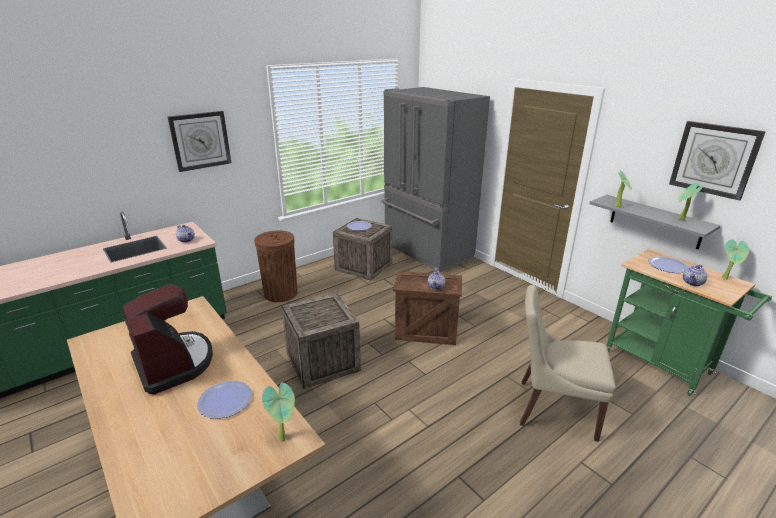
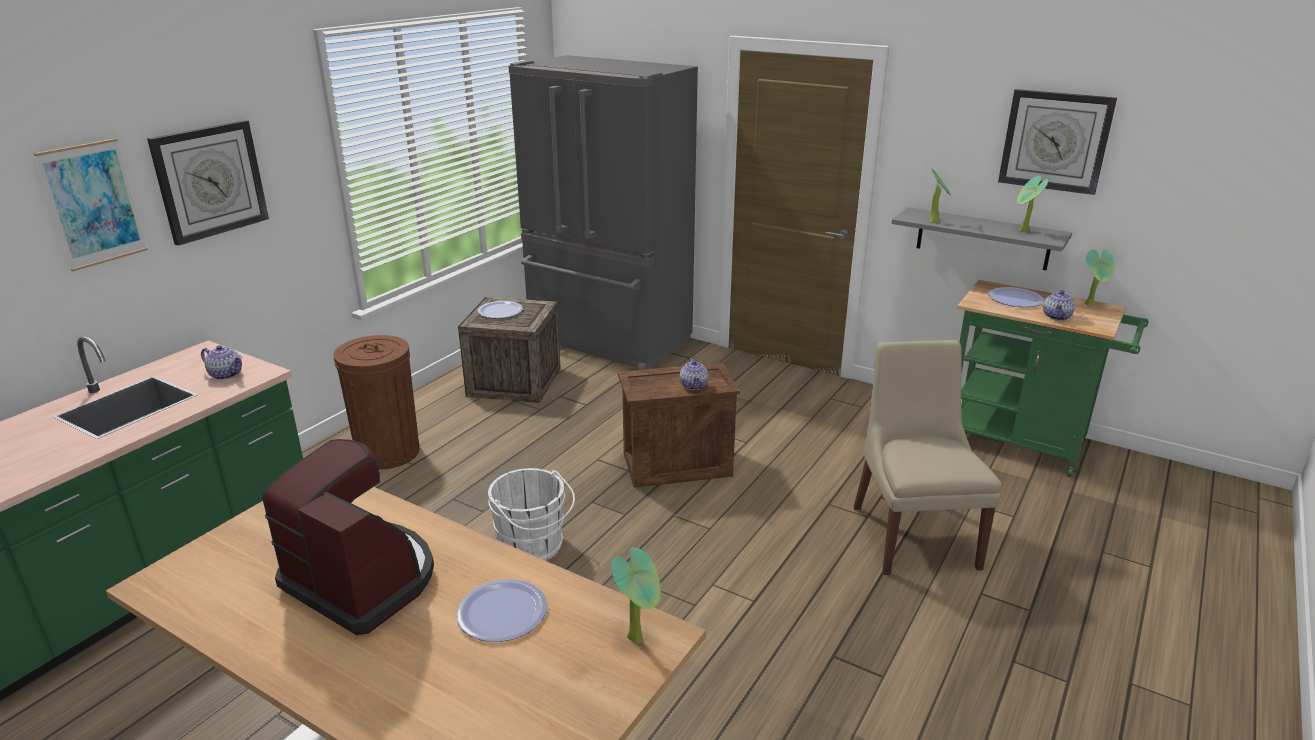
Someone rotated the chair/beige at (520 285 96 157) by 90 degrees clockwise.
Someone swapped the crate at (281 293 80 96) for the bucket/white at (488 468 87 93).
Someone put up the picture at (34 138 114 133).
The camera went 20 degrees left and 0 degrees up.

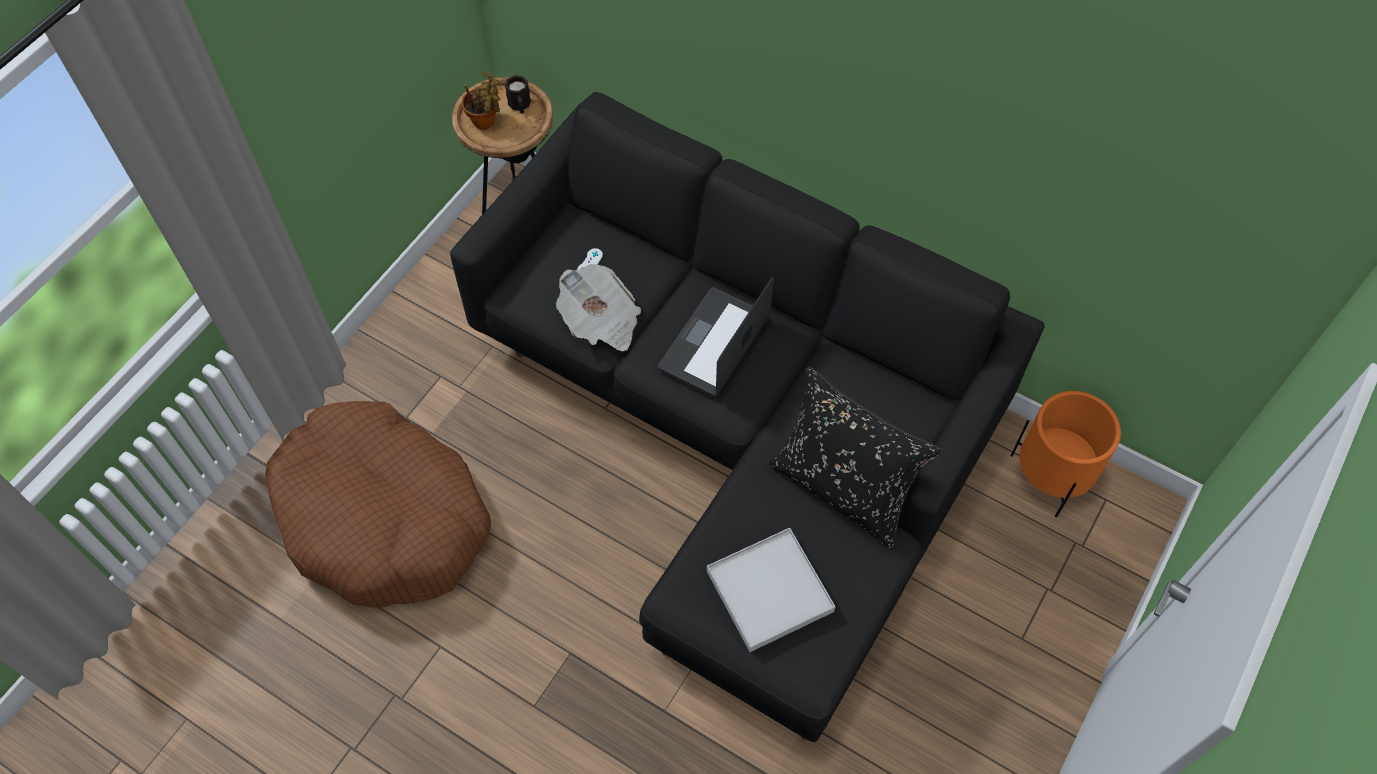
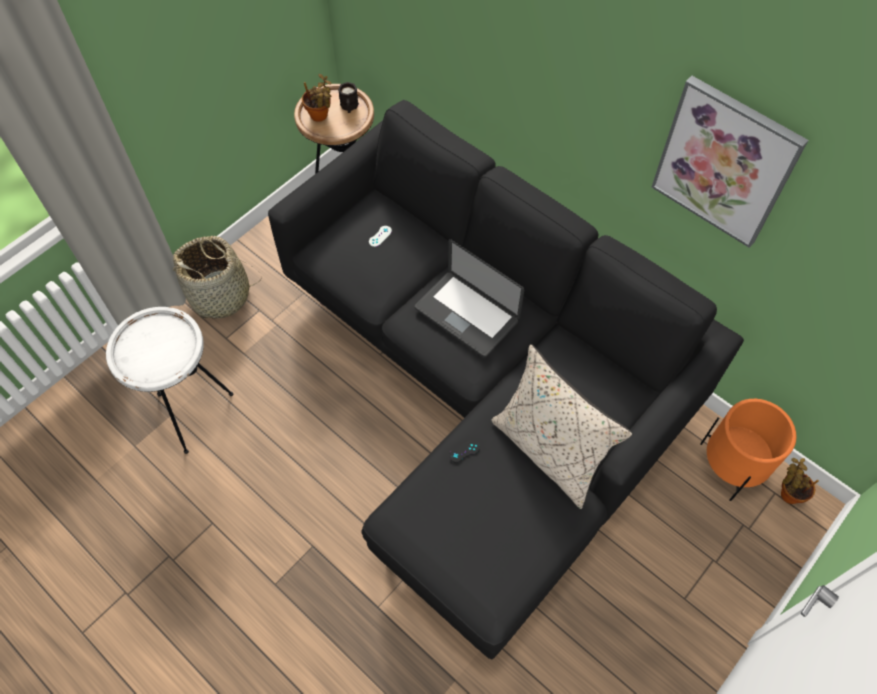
Someone took away the newspaper at (556 264 85 87).
Someone rotated the laptop at (658 276 116 121) by 90 degrees counterclockwise.
Someone repainted the pillow/black at (769 366 172 183), which became the pillow/beige at (491 344 141 165).
Someone swapped the dog bed/brown at (265 401 226 207) for the side table/white at (106 307 127 147).
Someone took away the tray/white at (707 528 129 124).
Someone put up the picture at (652 76 156 172).
Someone put down the basket at (172 236 90 83).
Someone put down the game controller/black at (449 441 31 22).
Someone put down the potted plant at (781 458 38 46).
The camera went 10 degrees right and 0 degrees up.

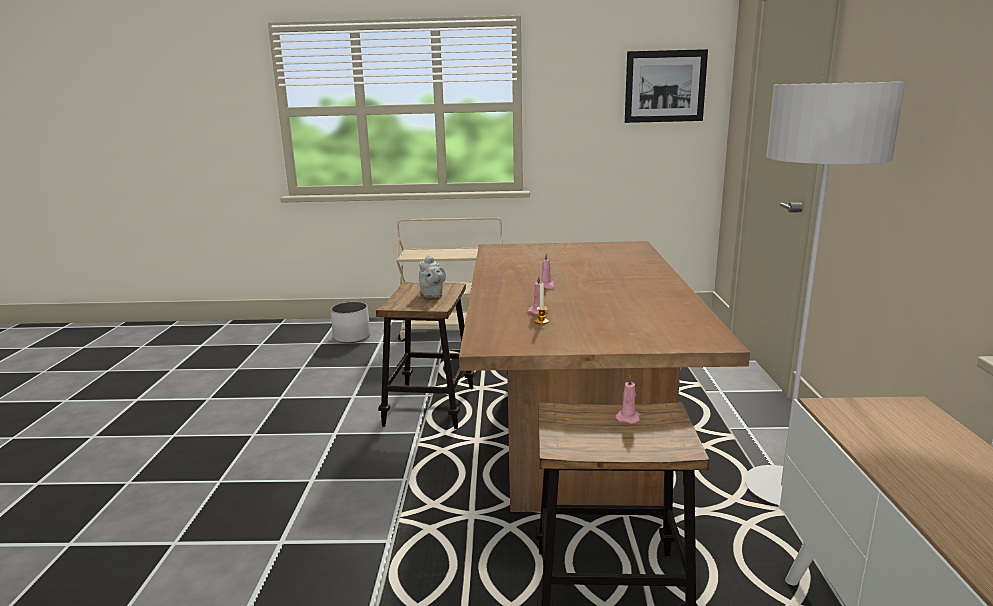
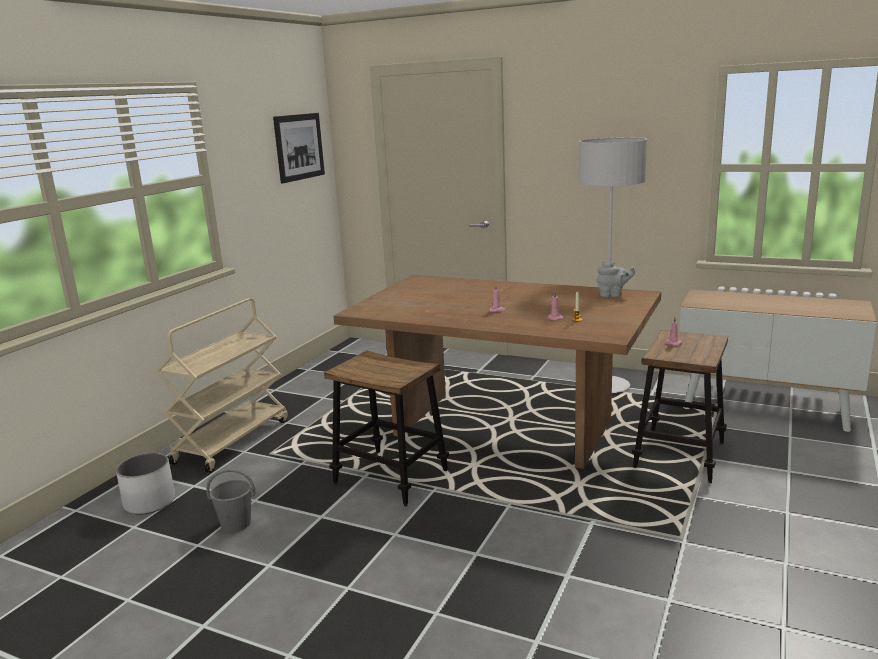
Someone carried the teapot/grey from (419 255 27 43) to (596 261 39 36).
Someone put down the bucket/grey at (206 469 50 63).
The camera went 65 degrees left and 0 degrees up.

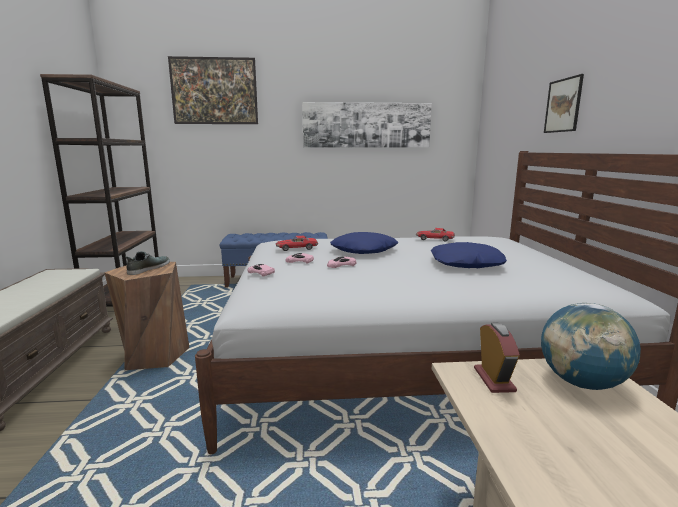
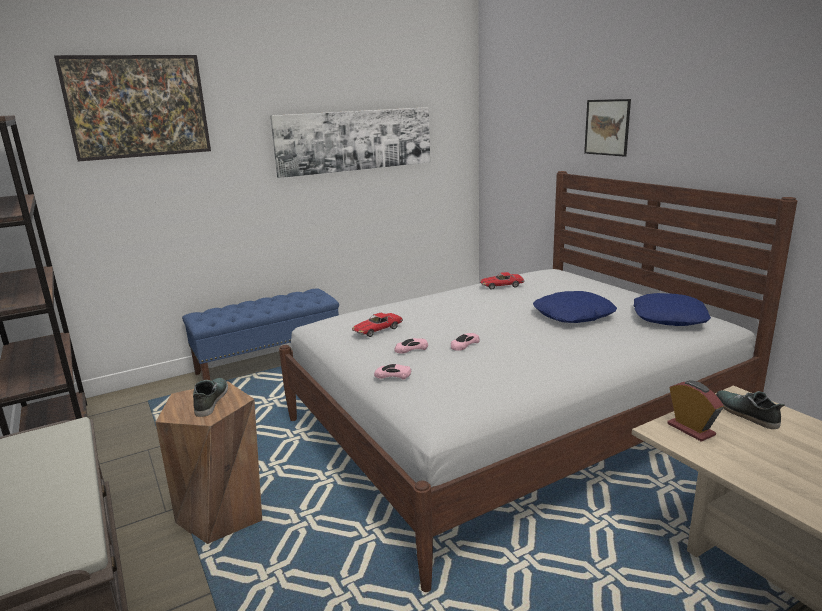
Someone carried the pillow/blue from (330 232 68 22) to (634 293 77 33).
Someone swapped the globe at (541 303 100 87) for the shoe at (716 390 69 39).
The camera went 25 degrees left and 5 degrees up.

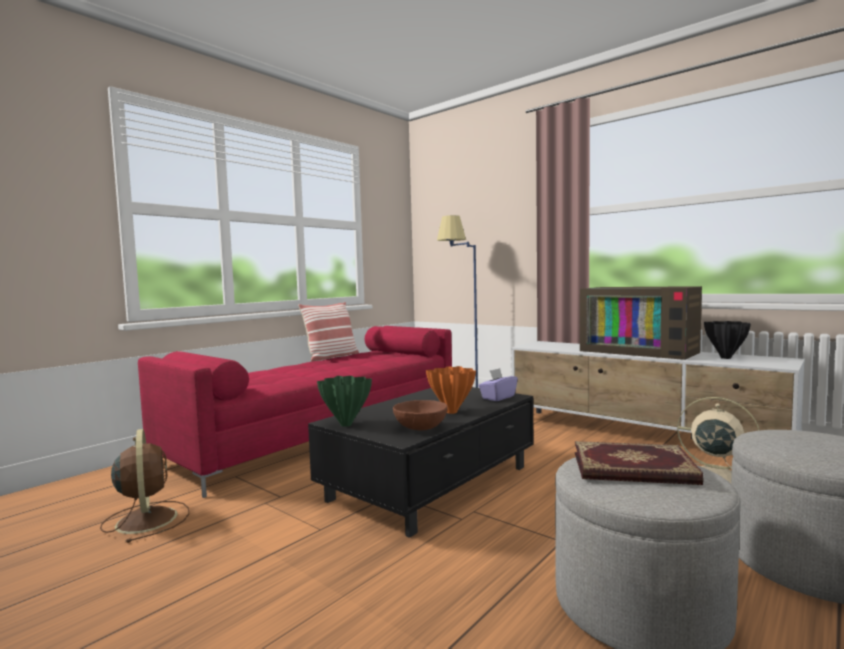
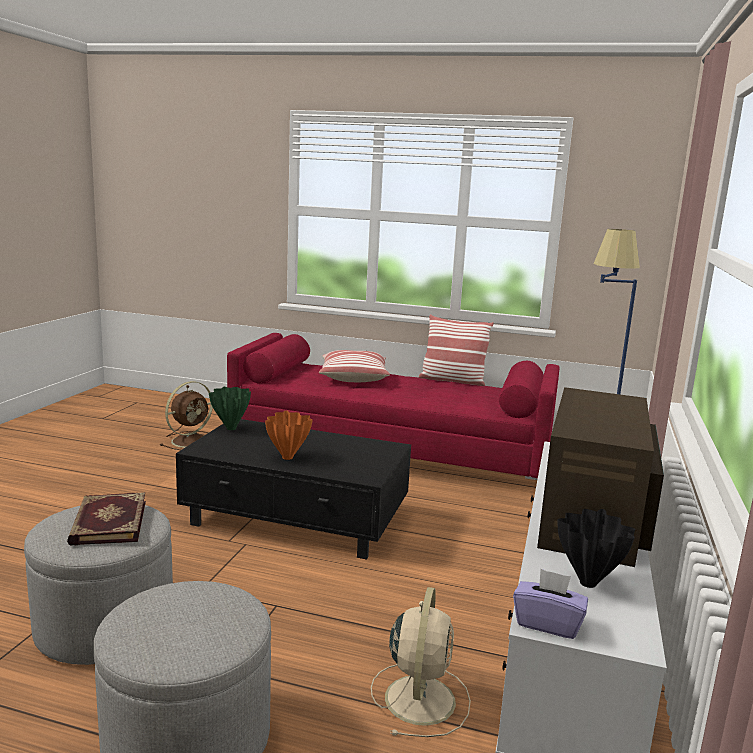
Someone carried the tissue box/purple from (478 368 40 33) to (513 569 75 70).
Someone took away the bowl/brown at (393 400 55 30).
Someone put down the pillow at (319 350 71 32).
The camera went 65 degrees right and 10 degrees up.

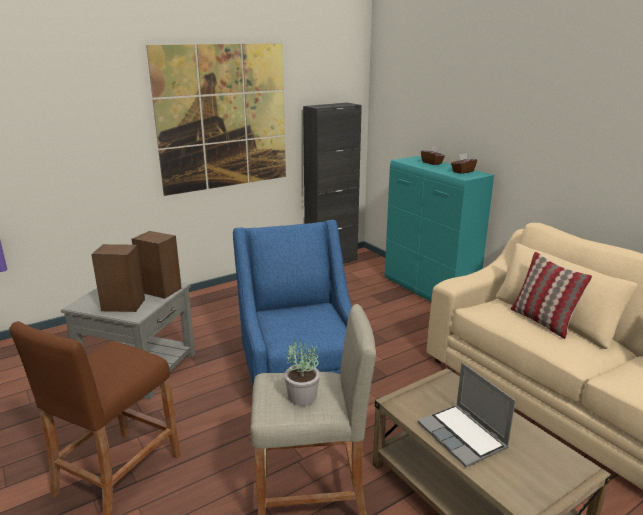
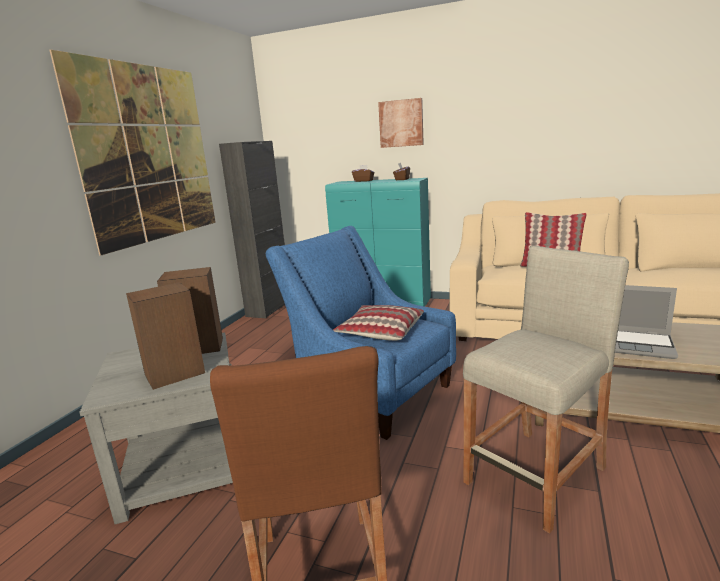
Someone took away the potted plant at (284 339 36 66).
Someone put up the picture at (378 98 46 50).
Someone put down the pillow at (333 305 91 36).
The camera went 35 degrees left and 5 degrees down.

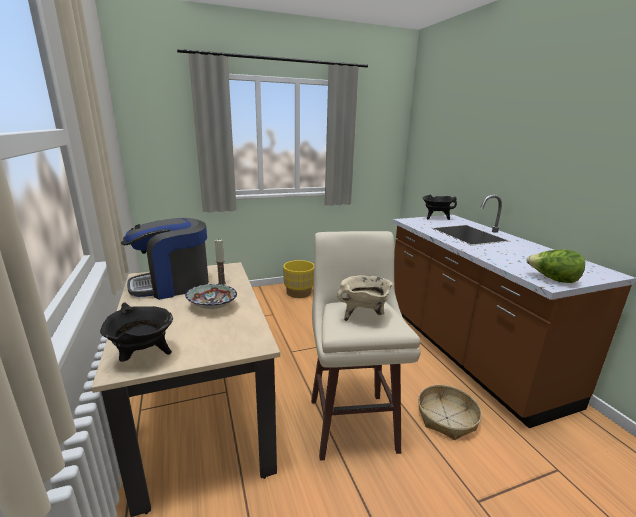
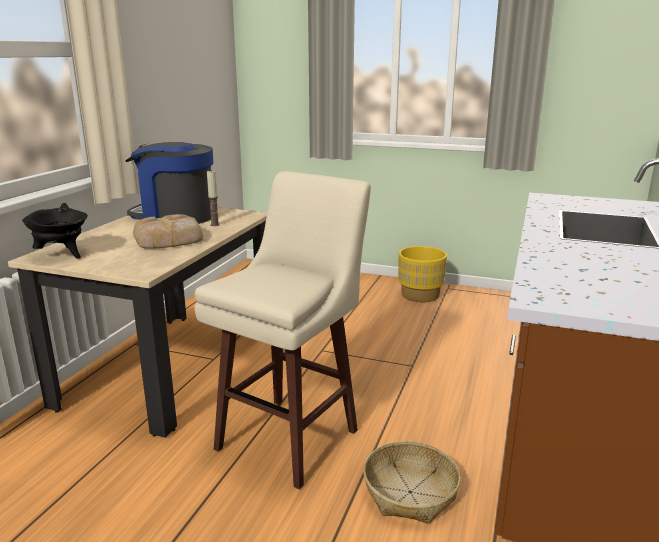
Someone took away the cooking pot/black at (423 195 34 25).
Someone took away the lettuce at (526 249 59 34).
Someone took away the cooking pot/beige at (337 275 56 46).
Someone swapped the bowl at (185 284 52 25) for the bread at (133 214 70 35).
The camera went 40 degrees right and 0 degrees up.

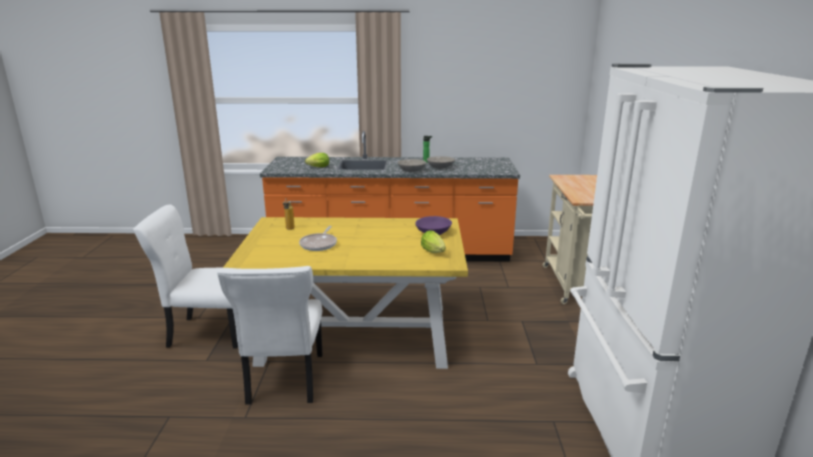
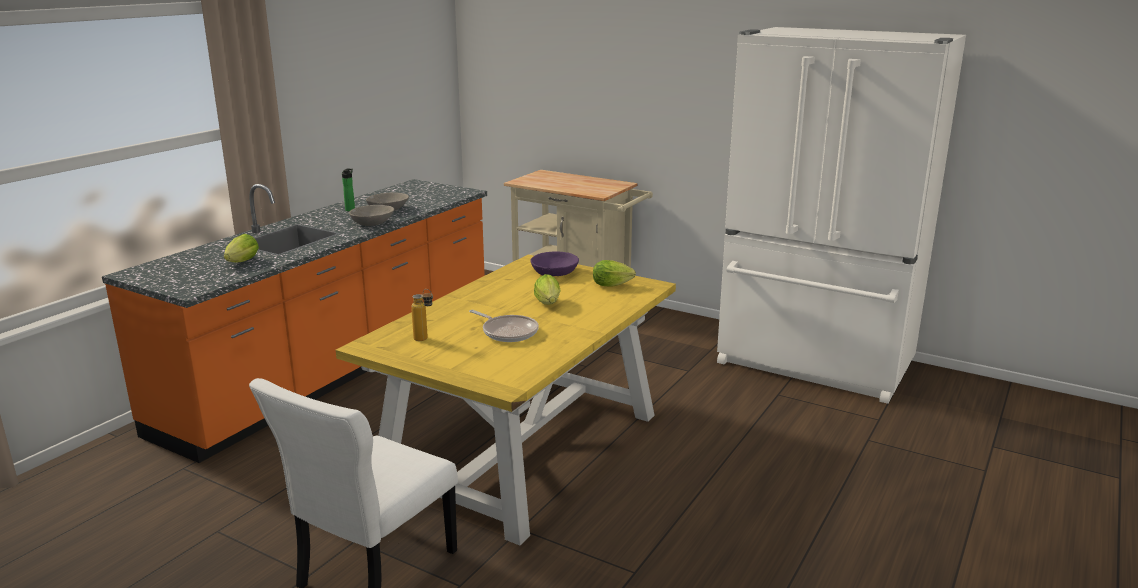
Someone took away the chair/white at (217 266 106 139).
Someone put down the lettuce at (534 274 27 31).
The camera went 60 degrees left and 0 degrees up.

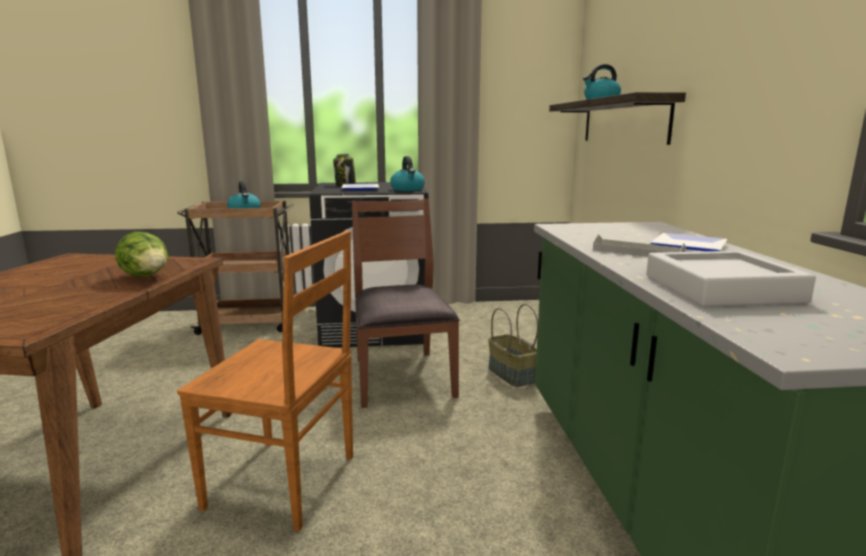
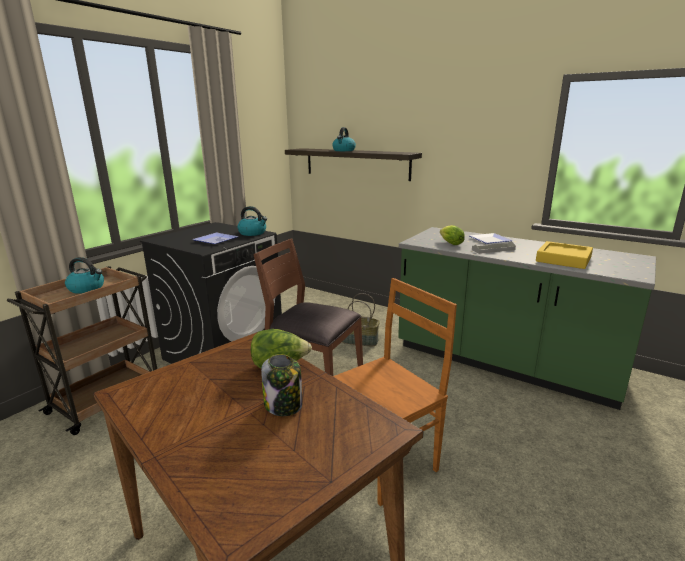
Someone carried the jar from (333 154 23 32) to (261 354 41 62).
Someone repainted the tray/grey at (646 251 170 55), which became the tray/yellow at (536 241 57 28).
Someone put down the lettuce at (440 225 25 20).
The camera went 50 degrees left and 5 degrees up.

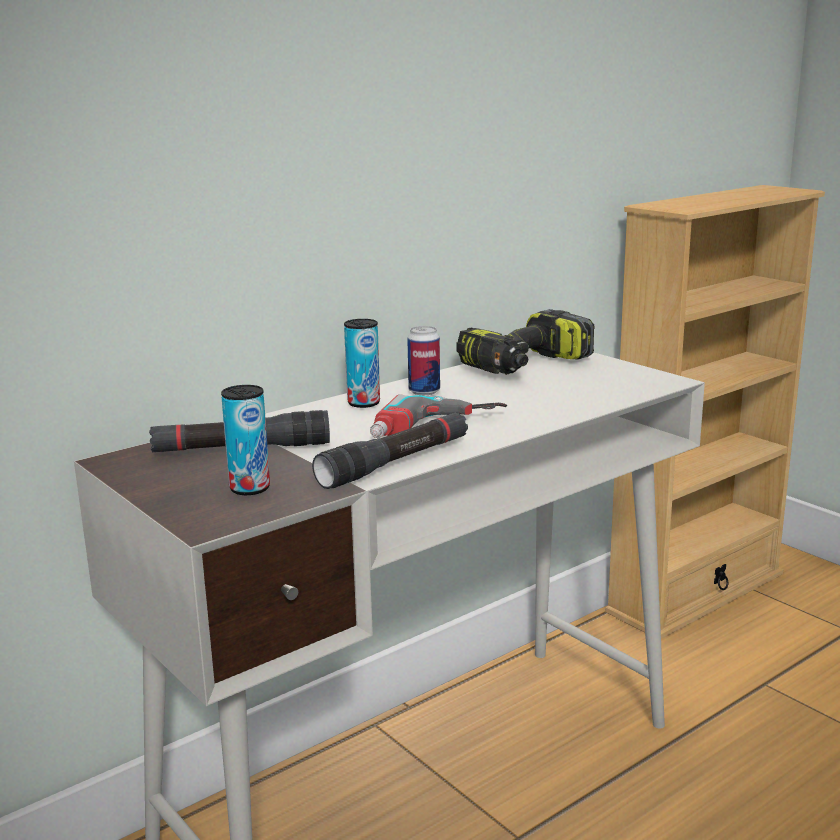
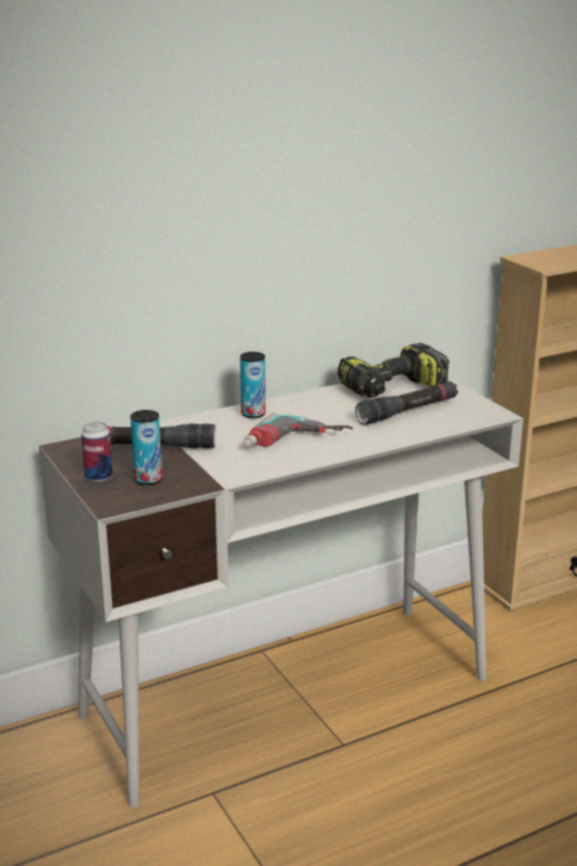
Someone carried the can from (407 326 33 69) to (81 422 32 60).
Someone carried the flashlight/black from (312 412 156 77) to (355 381 103 44).
The camera went 10 degrees right and 5 degrees up.

